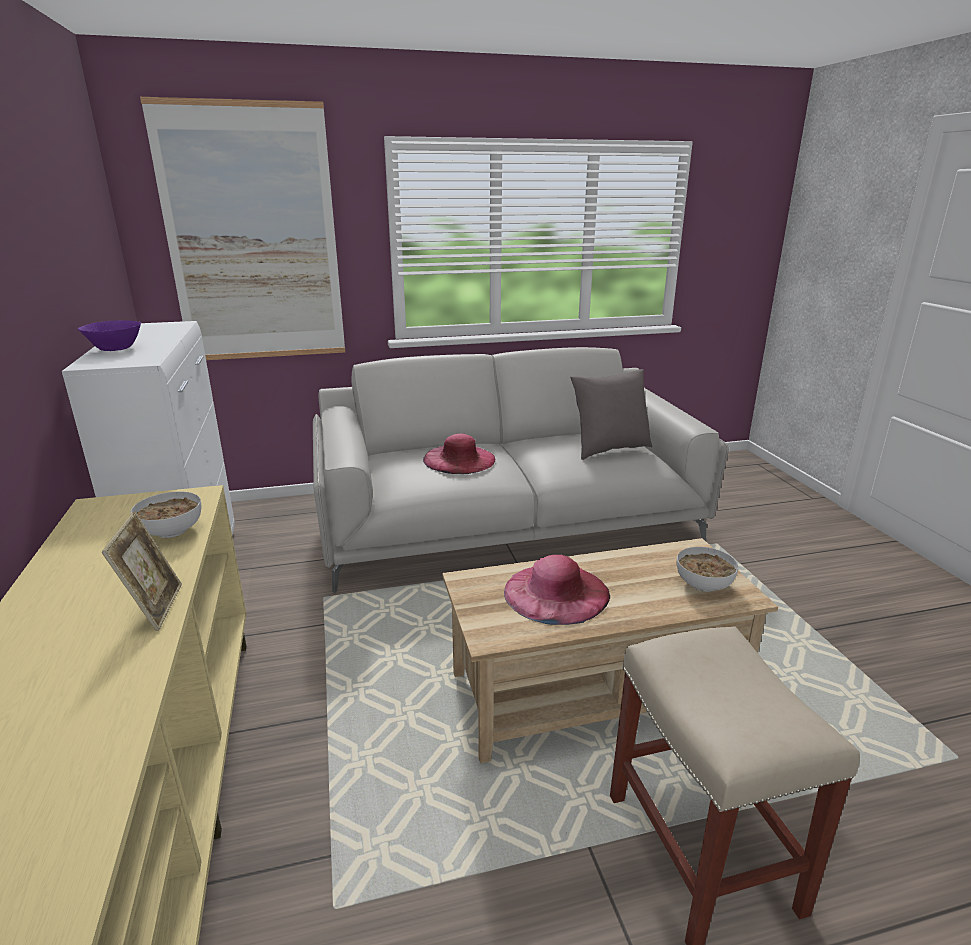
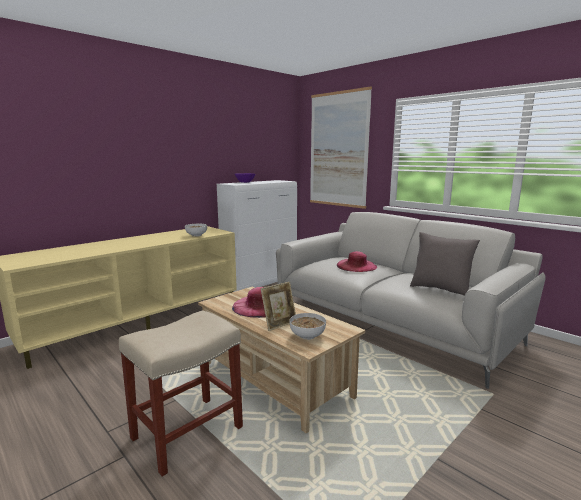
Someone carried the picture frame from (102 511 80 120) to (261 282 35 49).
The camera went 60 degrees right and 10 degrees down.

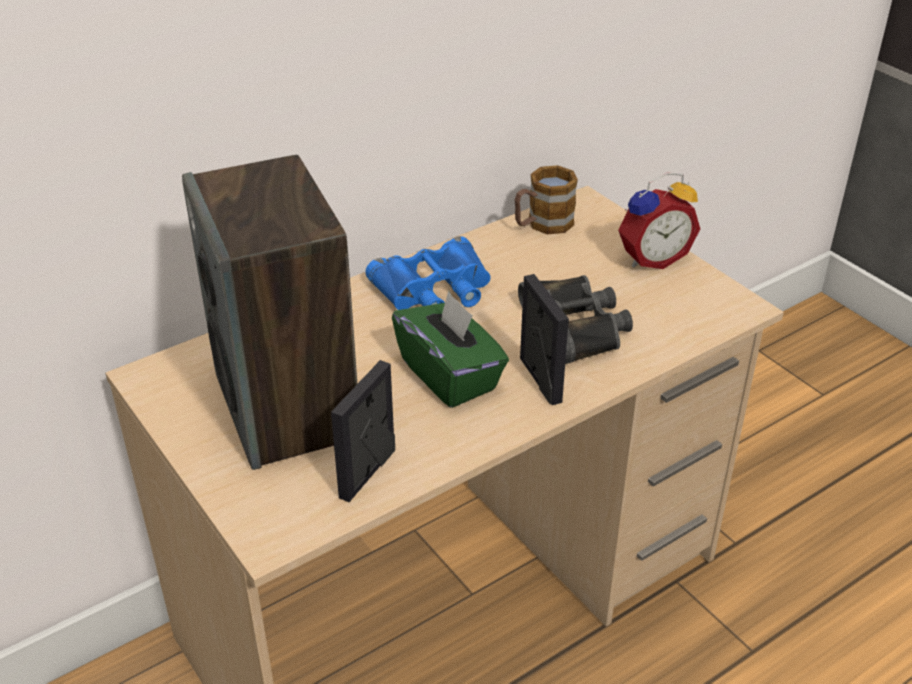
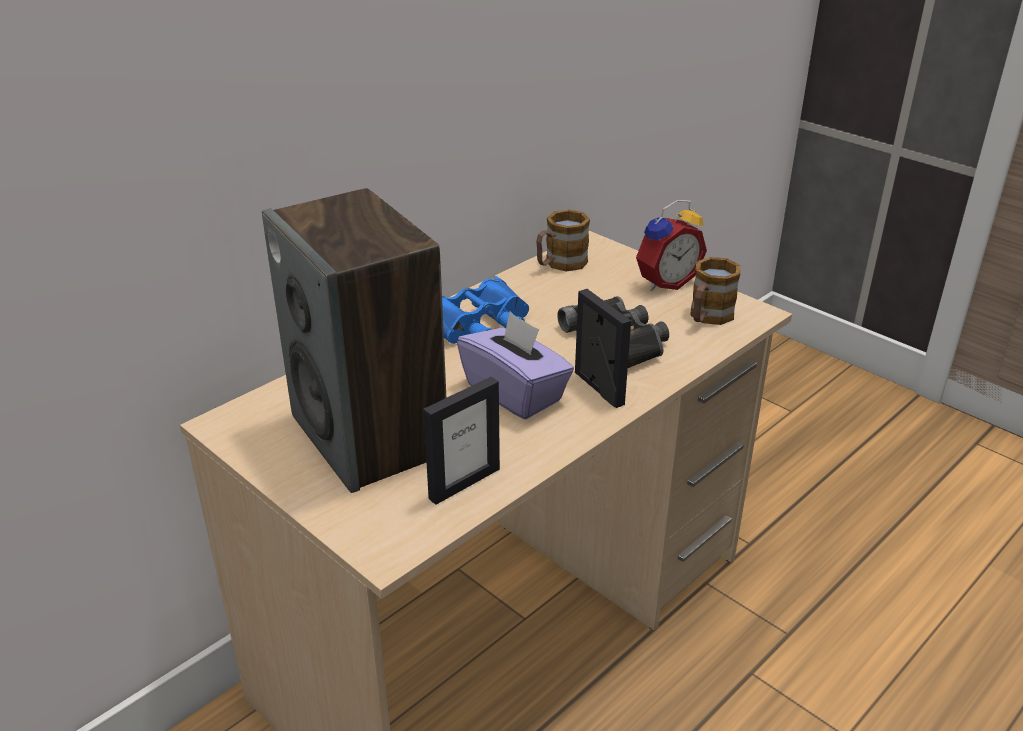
Someone repainted the tissue box/green at (392 290 117 118), which became the tissue box/purple at (457 312 117 107).
Someone rotated the picture frame at (331 360 64 142) by 150 degrees counterclockwise.
Someone put down the mug at (690 257 51 68).
The camera went 10 degrees left and 5 degrees down.

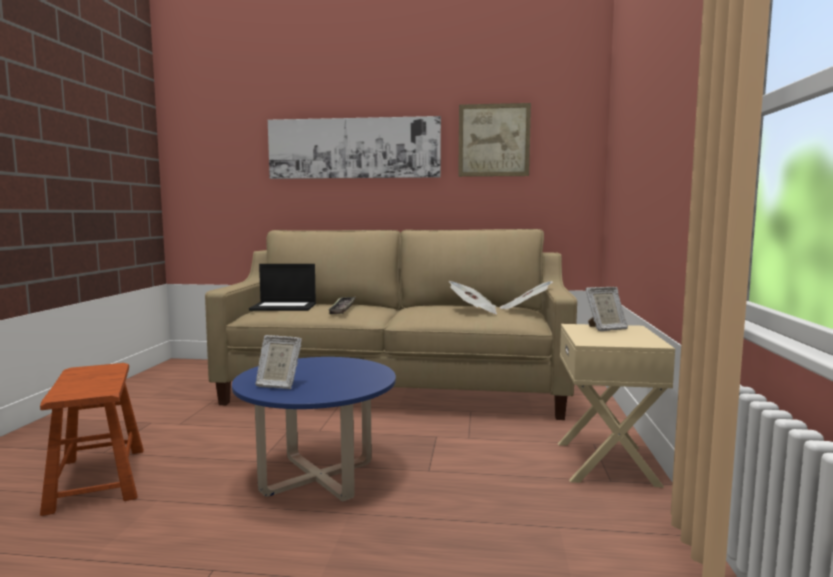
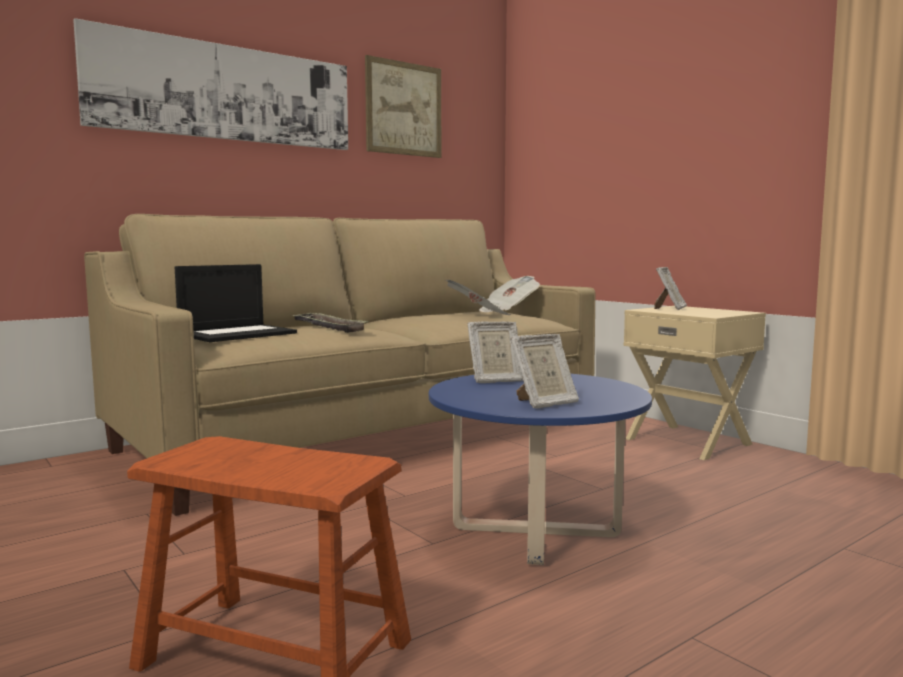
Someone put down the picture frame at (467 321 56 62).
The camera went 45 degrees left and 0 degrees up.

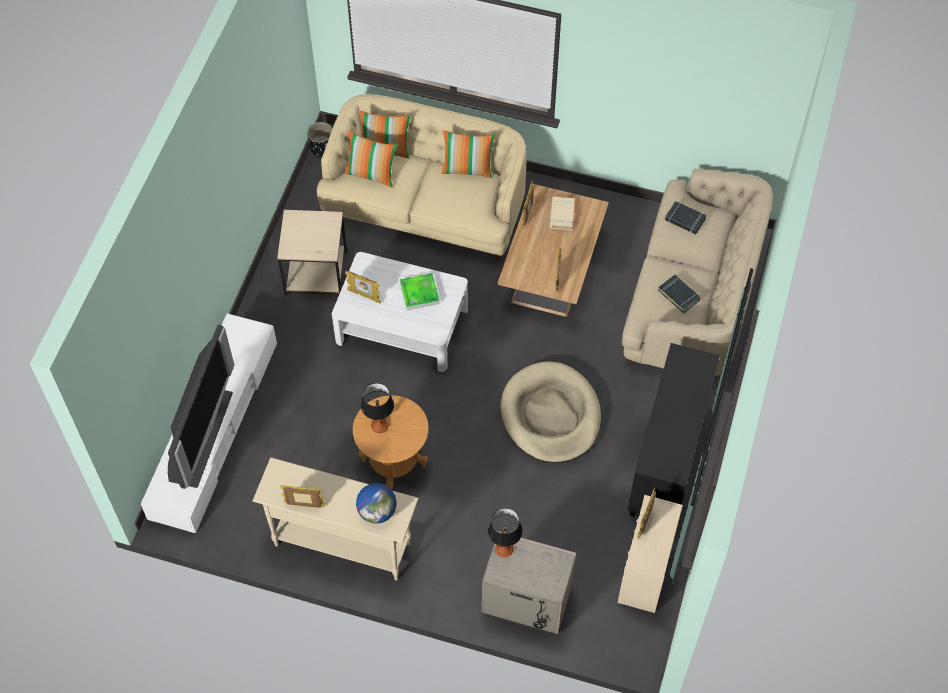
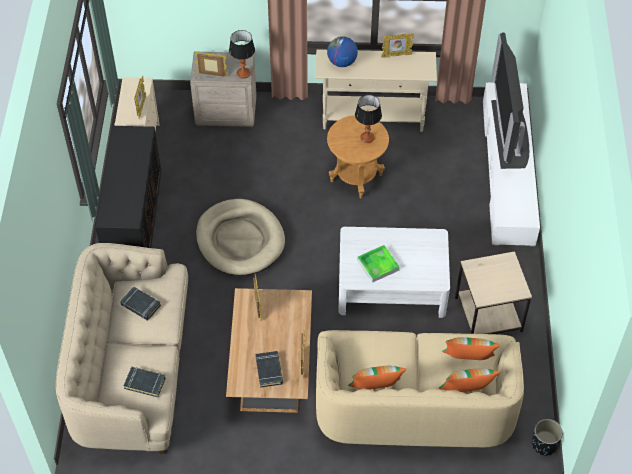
Someone repainted the book/beige at (550 197 25 33), which became the book/black at (255 351 28 37).
Someone carried the picture frame from (345 271 36 32) to (195 52 33 25).
The camera went 165 degrees right and 5 degrees down.

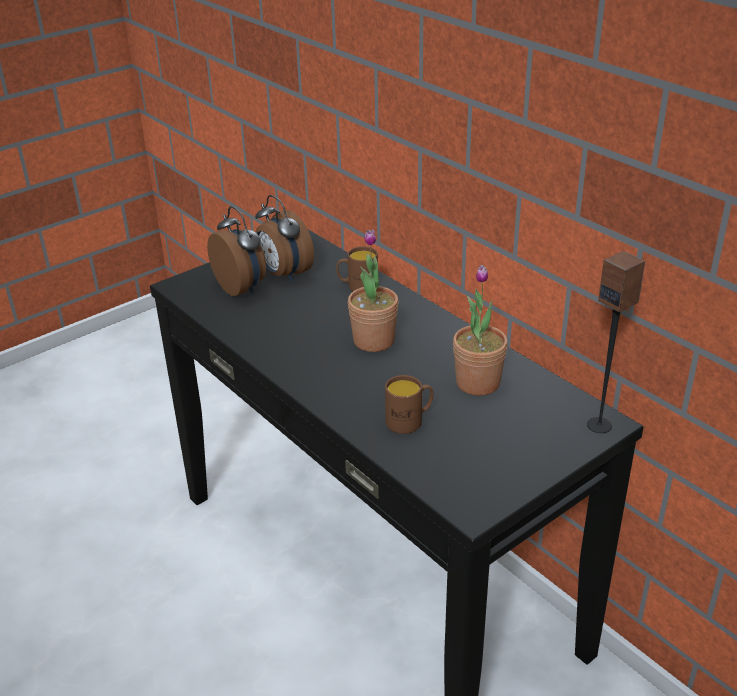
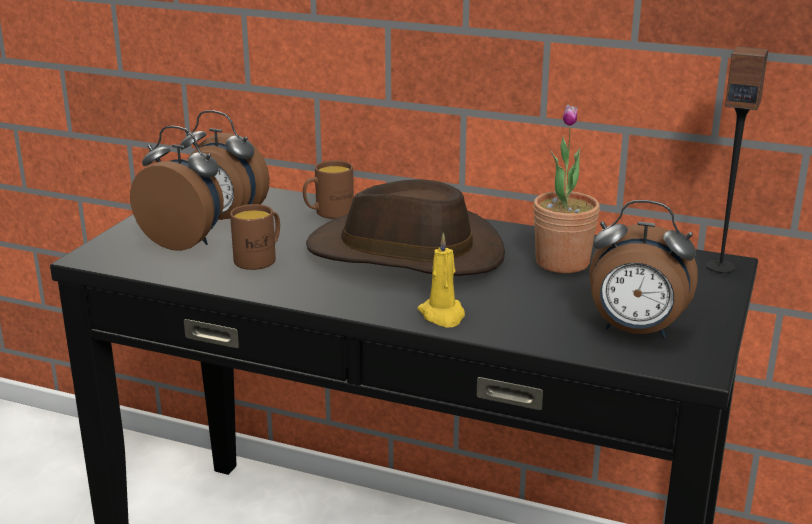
Someone swapped the potted plant at (348 230 51 122) for the hat/brown at (306 180 199 96).
Someone carried the mug/brown from (385 375 48 59) to (230 204 50 66).
Someone put down the alarm clock at (589 200 109 138).
Someone put down the candle/yellow at (417 232 48 95).
The camera went 30 degrees left and 10 degrees down.

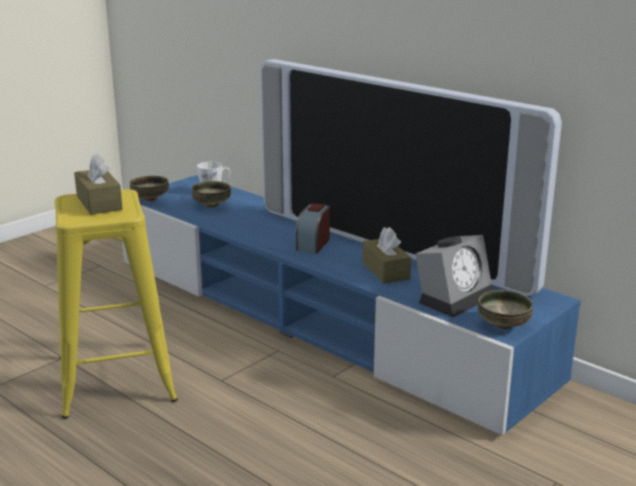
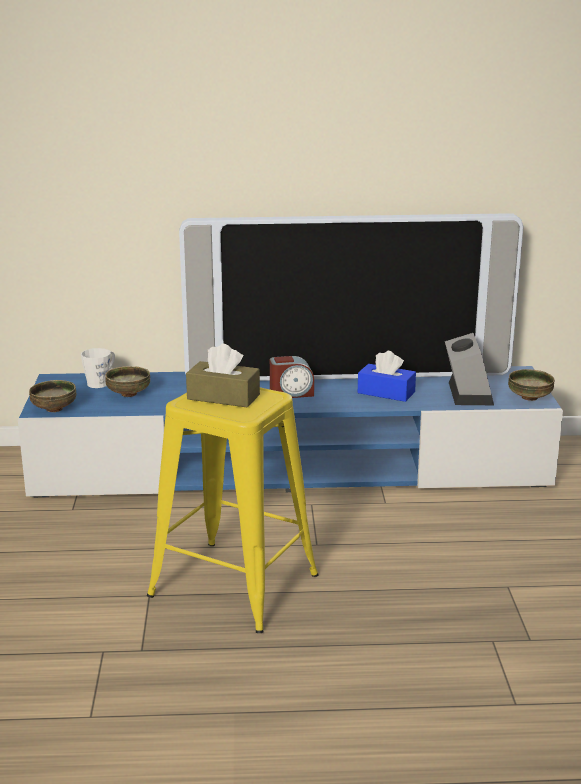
Someone rotated the alarm clock at (296 203 34 50) by 75 degrees counterclockwise.
Someone repainted the tissue box/brown at (362 227 49 57), which became the tissue box/blue at (358 351 58 51).
The camera went 45 degrees left and 0 degrees up.

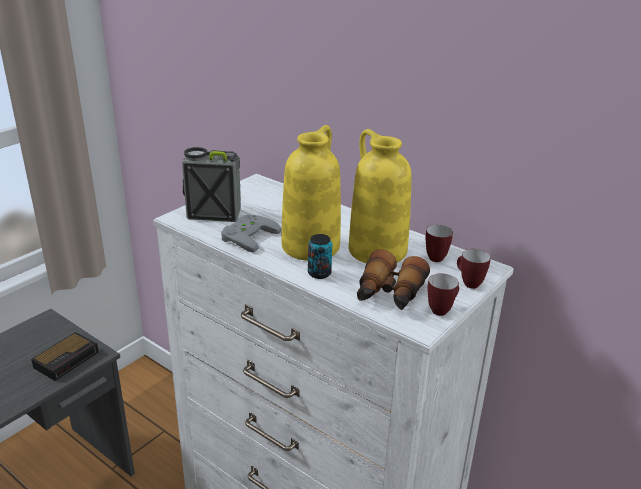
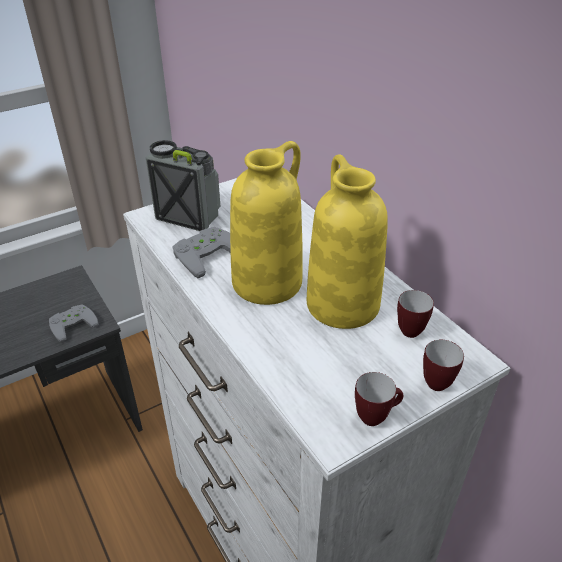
Someone took away the can at (308 234 24 45).
Someone took away the binoculars at (357 249 73 61).
Someone swapped the alarm clock at (31 332 68 49) for the game controller/grey at (49 304 49 38).
The camera went 20 degrees right and 10 degrees up.

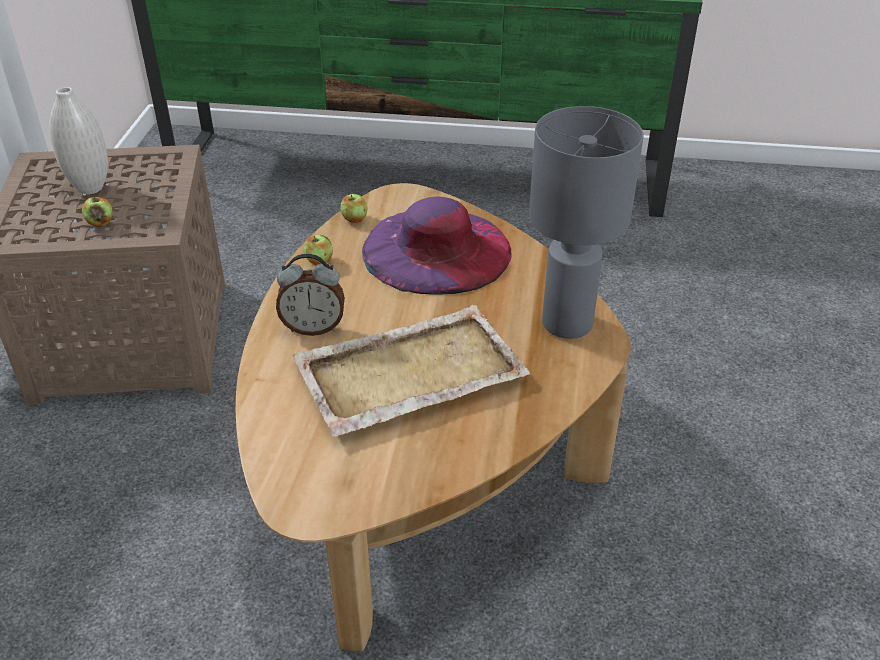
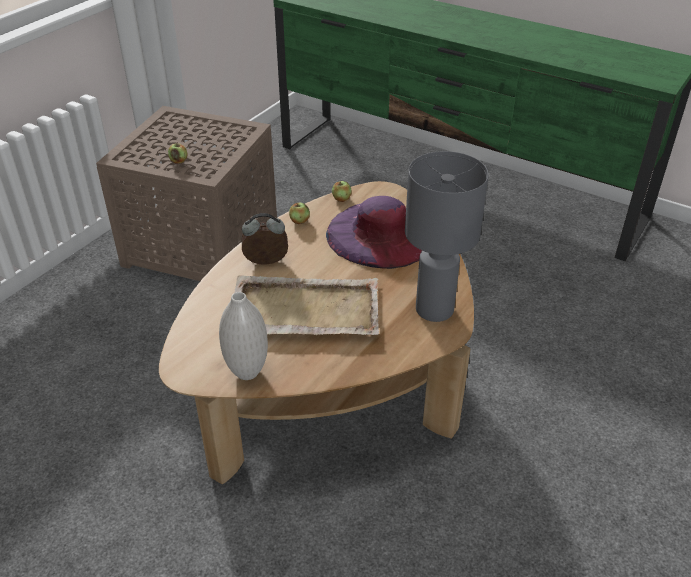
Someone carried the vase/white from (49 87 59 107) to (219 292 49 88).
Someone rotated the alarm clock at (276 254 69 82) by 150 degrees clockwise.
The camera went 25 degrees right and 0 degrees up.

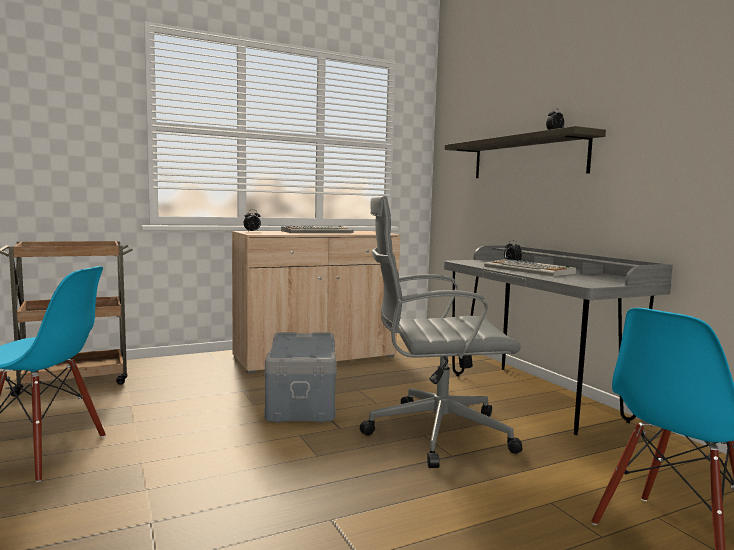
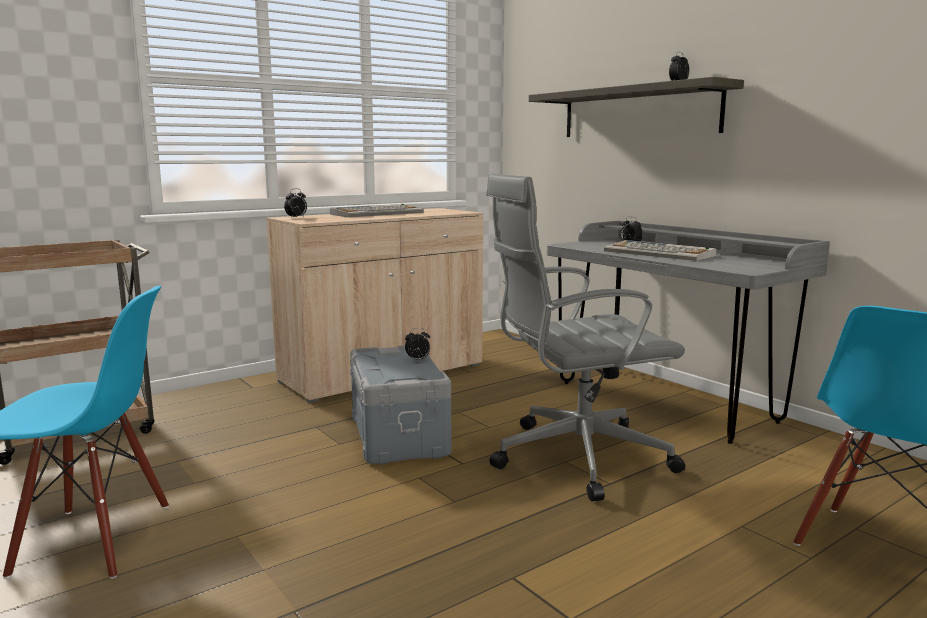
Someone put down the alarm clock at (405 328 25 33).
The camera went 10 degrees left and 5 degrees up.

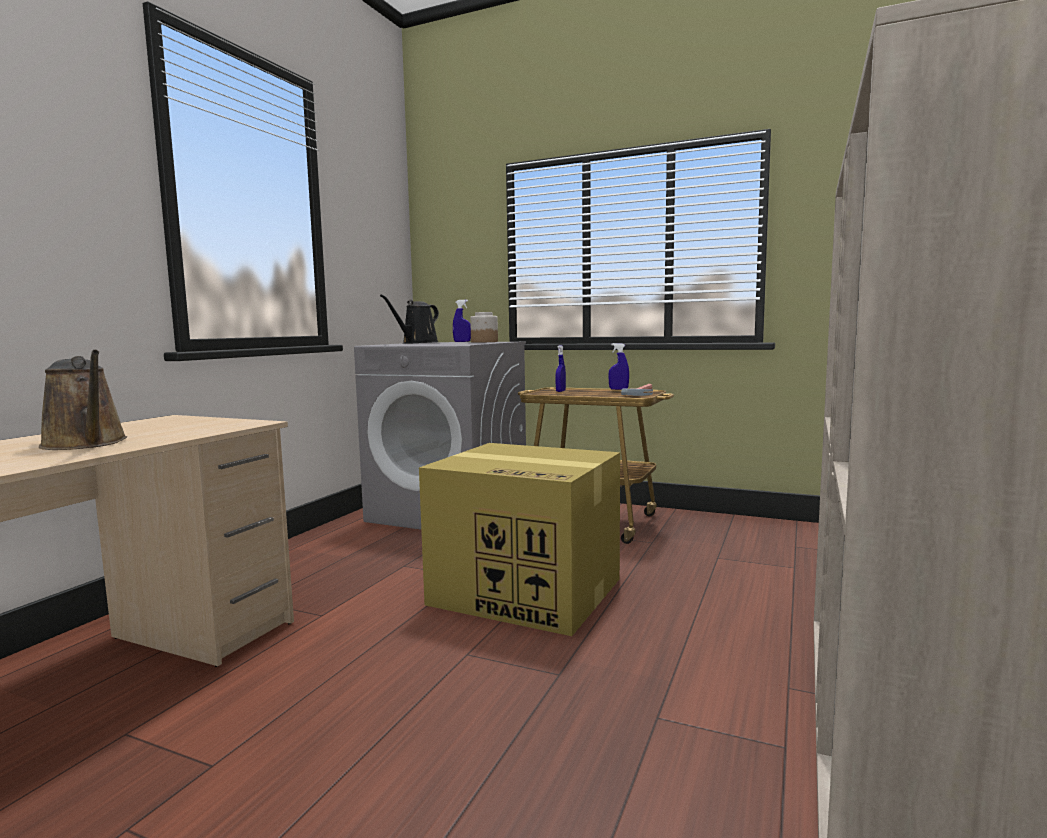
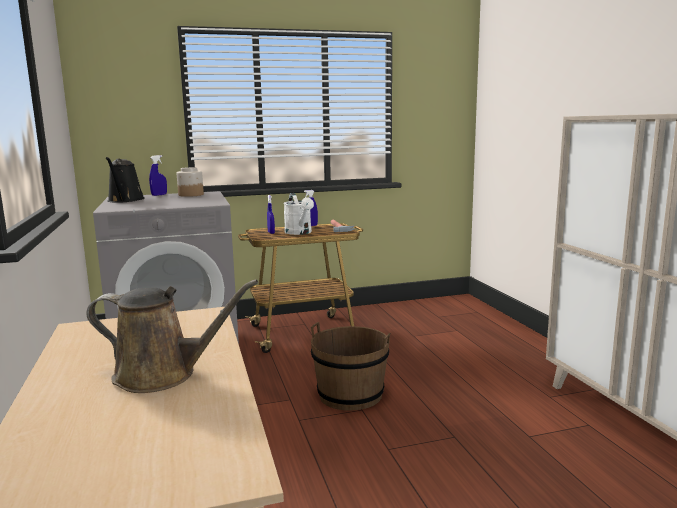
Someone swapped the cardboard box at (419 443 201 193) for the bucket/brown at (311 322 79 89).
Someone put down the watering can/white at (283 193 31 42).
The camera went 40 degrees left and 5 degrees up.

